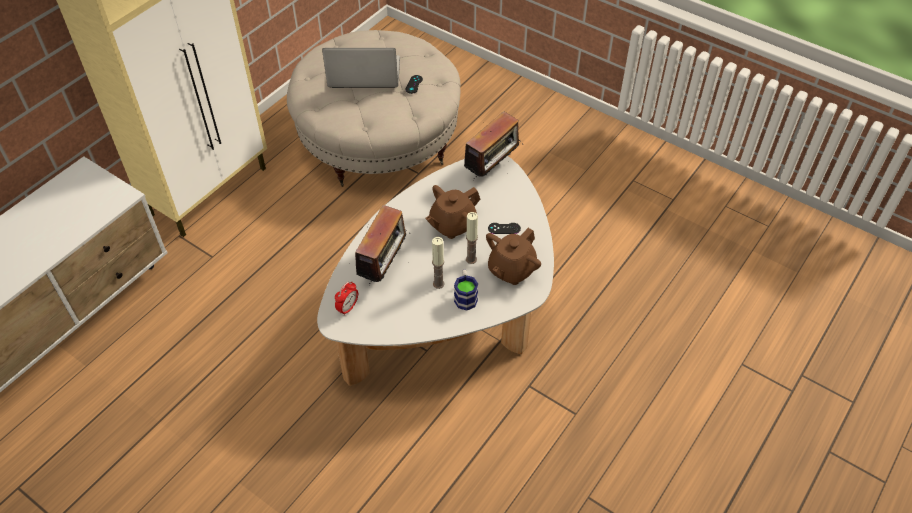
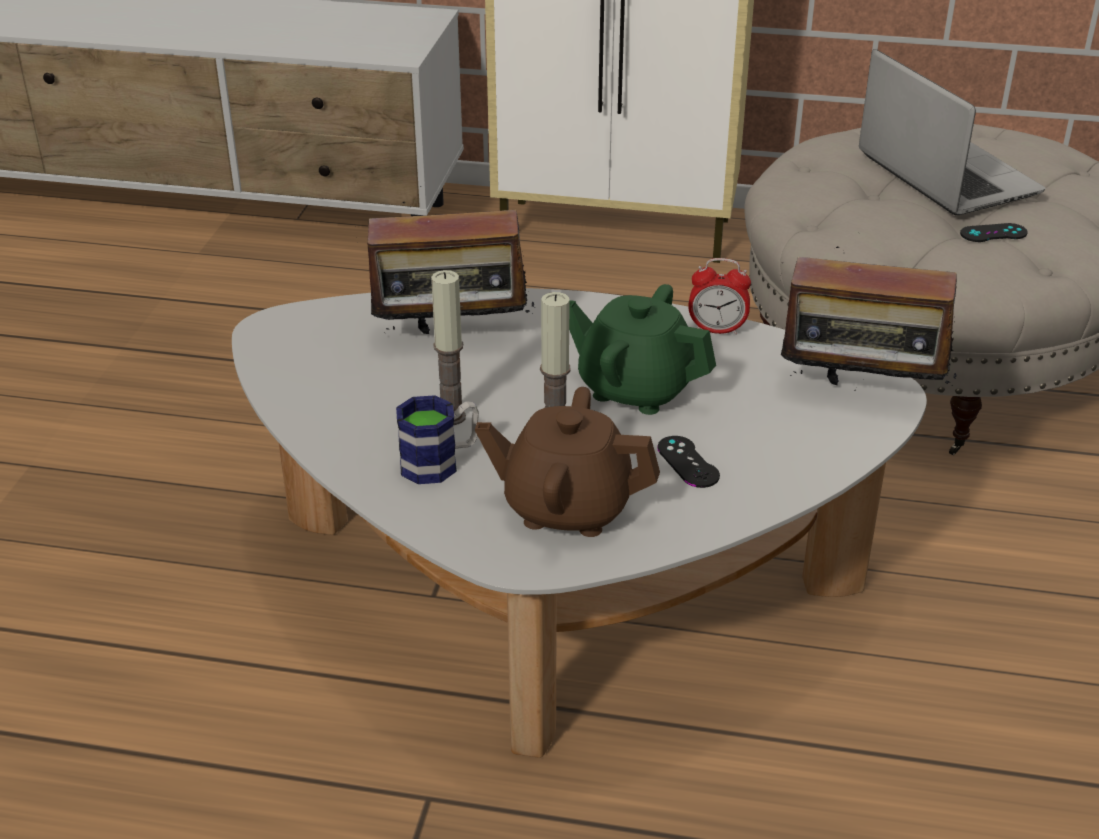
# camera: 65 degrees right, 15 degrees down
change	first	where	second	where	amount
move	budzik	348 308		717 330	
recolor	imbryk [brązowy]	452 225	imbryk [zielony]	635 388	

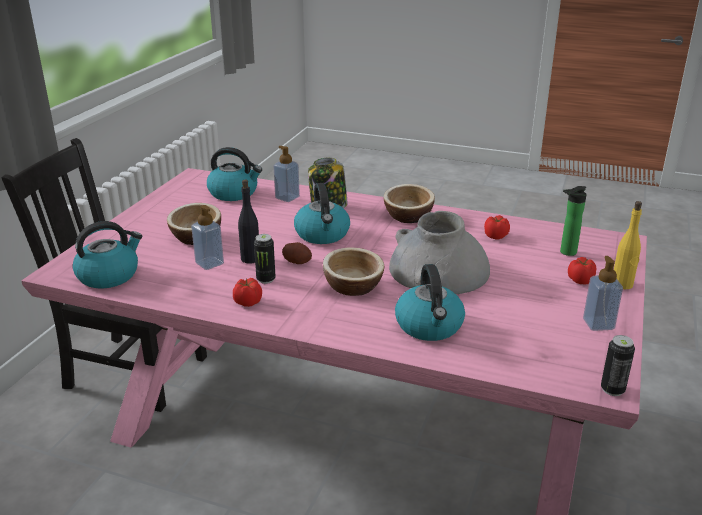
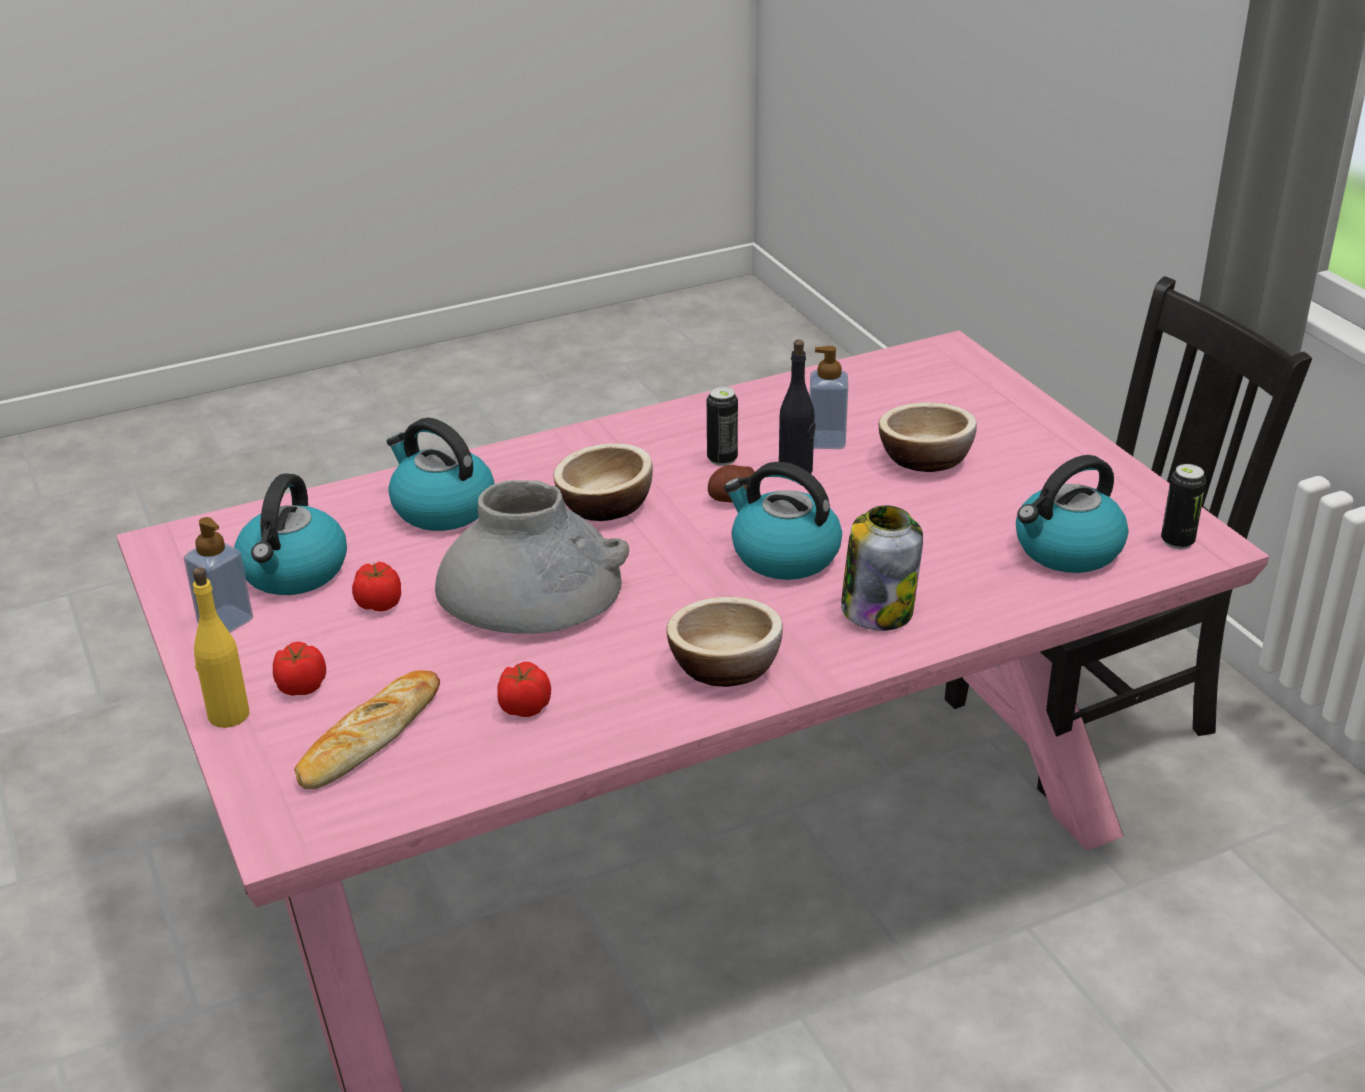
# camera: 135 degrees right, 5 degrees up
change	first	where	second	where	amount
delete	dozownik mydła	287 197			
move	czajnik	109 275		294 572	
move	pomidor	247 302		380 603	
move	puszka	612 389		1177 541	
replace	butelka	566 252	chleb	369 737	

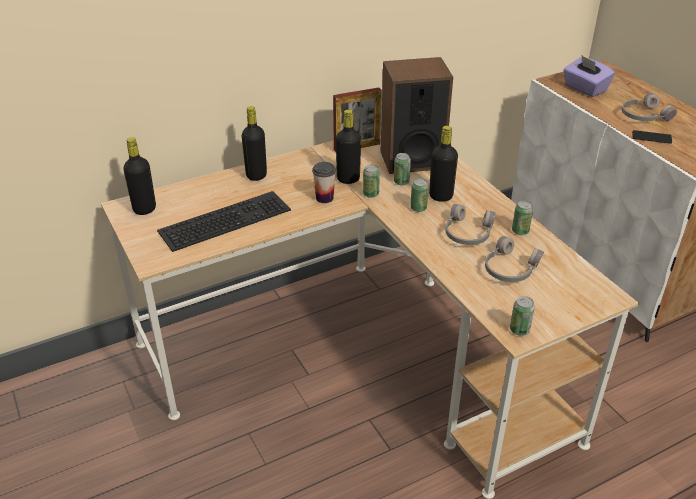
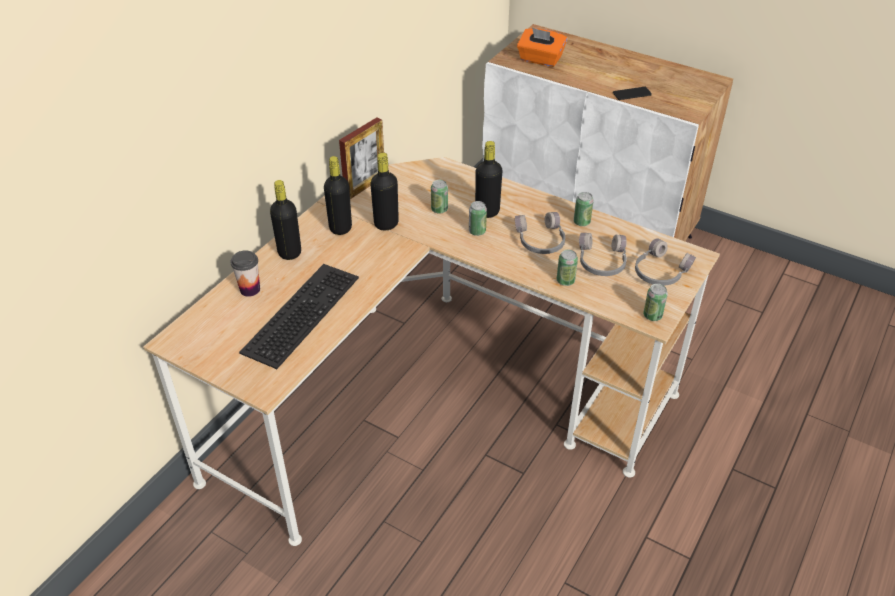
# camera: 30 degrees left, 5 degrees up
change	first	where	second	where	amount
delete	głośnik	411 159			
move	butelka [czarny]	144 209		340 228	
move	filiżanka	324 198		250 289	
move	puszka	370 194		565 281	
move	słuchawki [szary]	643 116		659 271	
recolor	pudełko chusteczek [fioletowy]	584 89	pudełko chusteczek [pomarańczowy]	540 60	

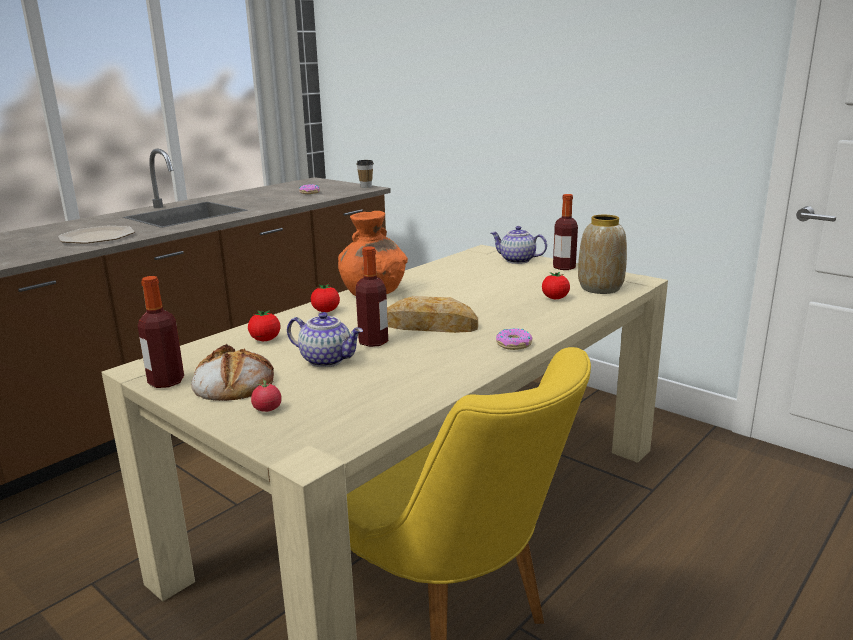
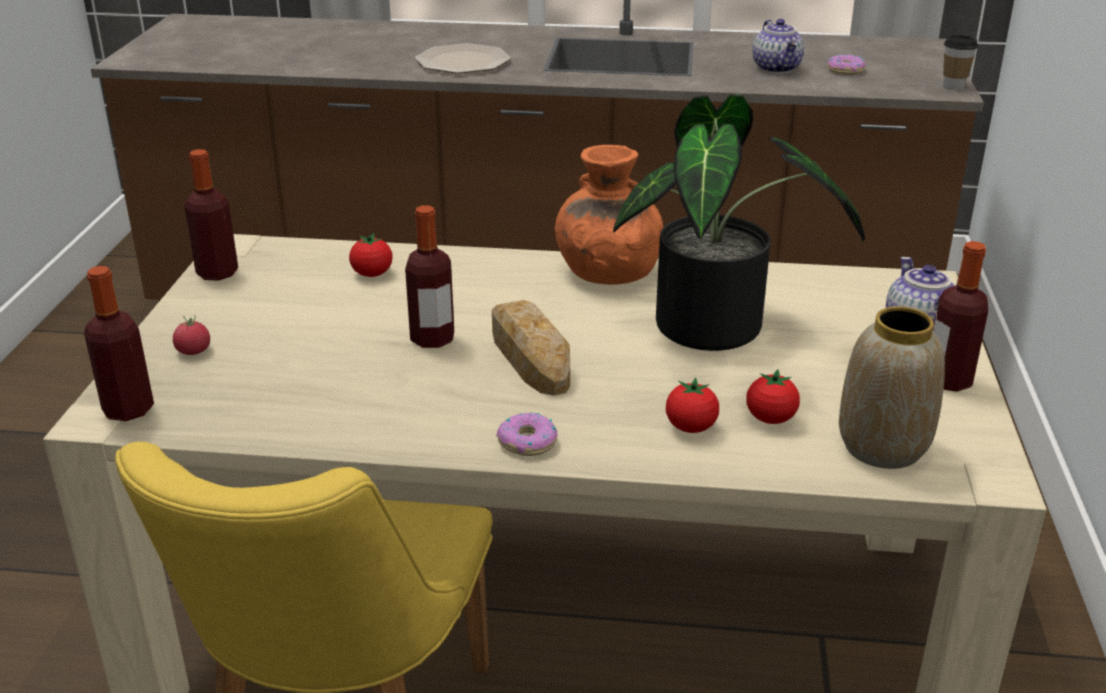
# camera: 55 degrees right, 10 degrees up
change	first	where	second	where	amount
delete	chleb	233 383			
insert			butelka	128 409	
insert			roślina doniczkowa	720 330	
move	imbryk	327 360		777 68	
move	pomidor	326 311		691 427	

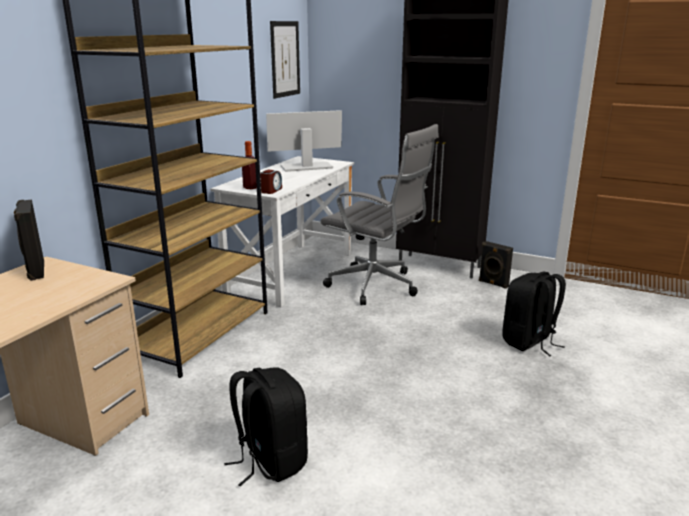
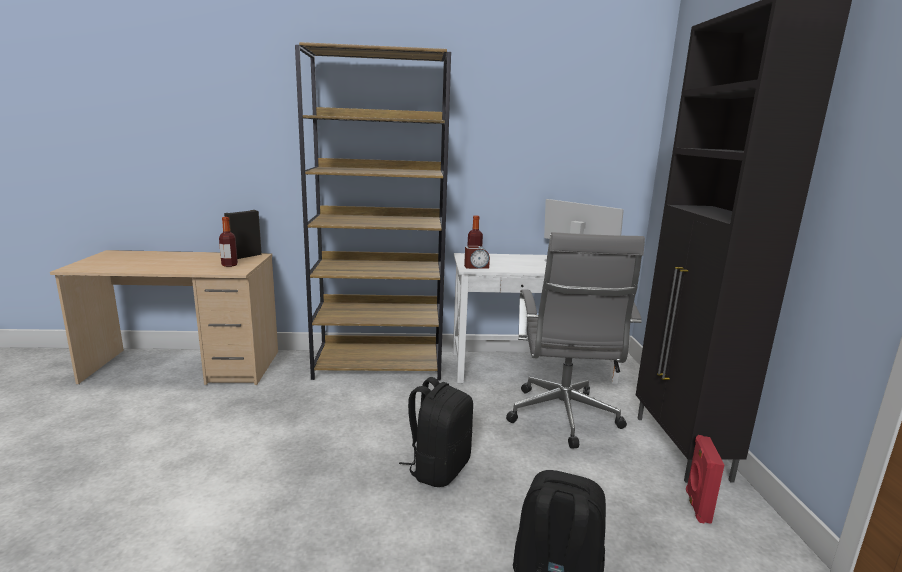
# camera: 60 degrees right, 5 degrees down
change	first	where	second	where	amount
delete	obraz	285 59			
insert			butelka	229 265	
move	plecak [czarny]	270 461		438 468	
recolor	głośnik [czarny]	493 284	głośnik [czerwony]	696 506	

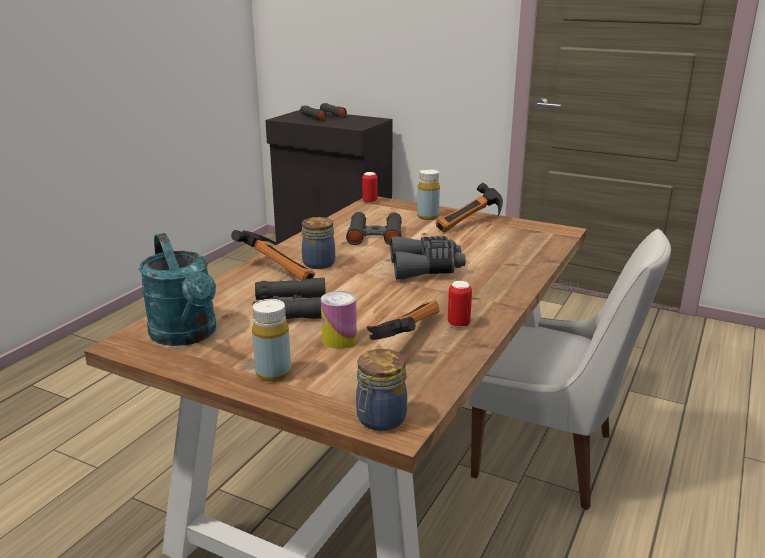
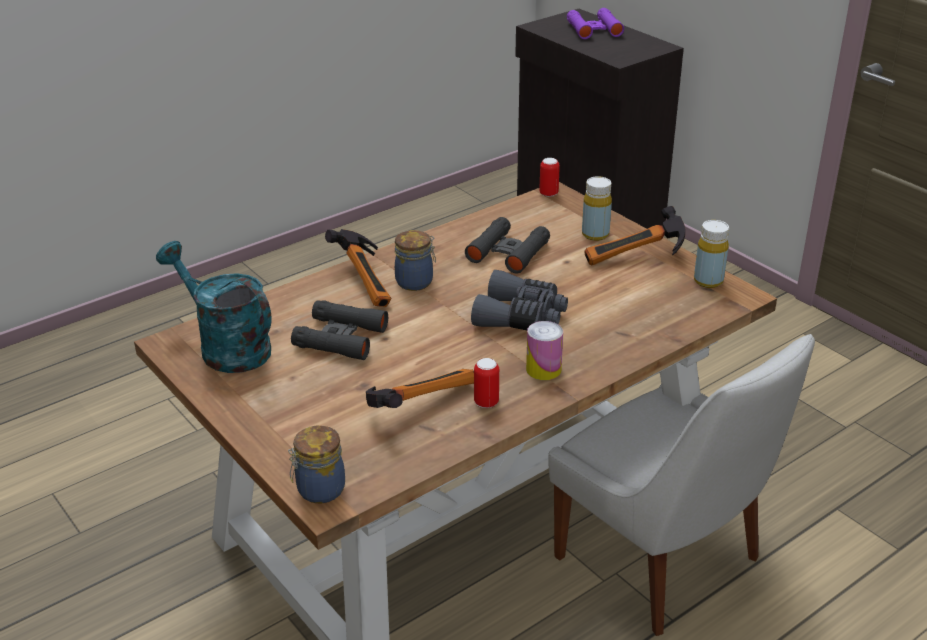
# camera: 25 degrees right, 10 degrees up
change	first	where	second	where	amount
move	butelka [żółty]	273 373		708 281	
move	puszka	339 340		543 369	
recolor	lornetka [czarny]	323 116	lornetka [fioletowy]	594 29	
rotate	konewka [turkusowy]	187 335		226 347	135 degrees clockwise

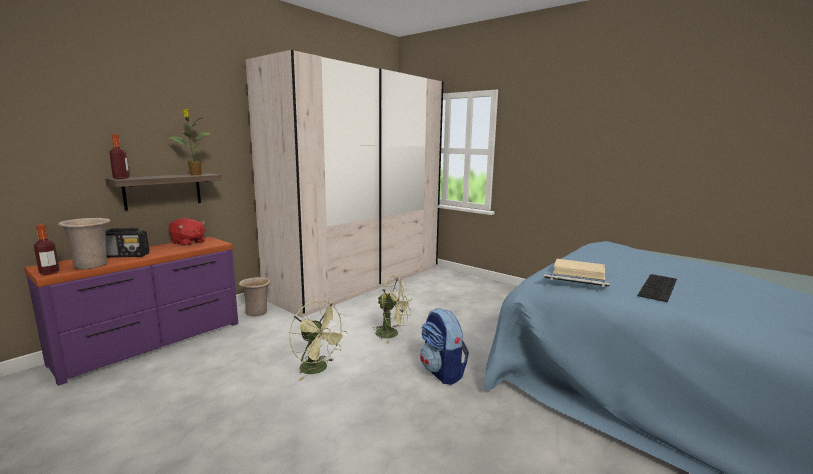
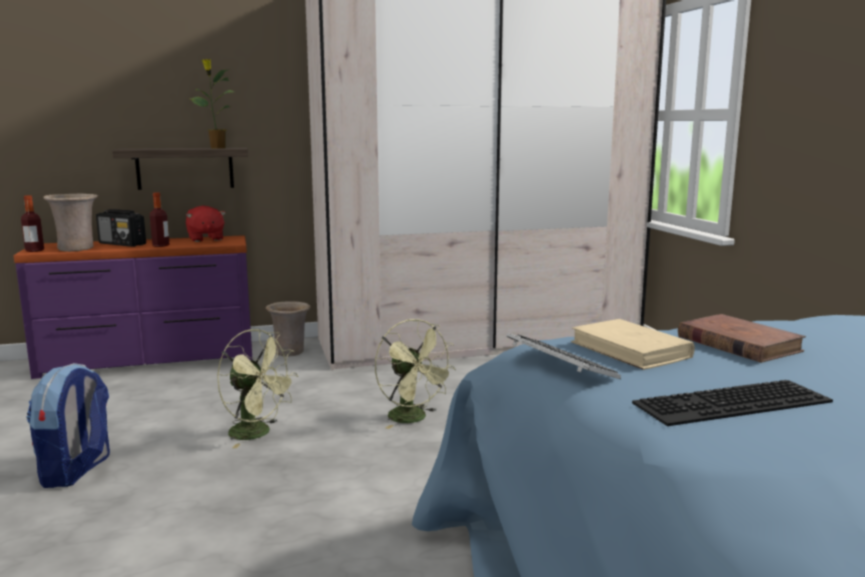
# camera: 35 degrees right, 0 degrees up
change	first	where	second	where	amount
insert			książka [brązowy]	738 344	
move	butelka	121 178		161 245	
move	plecak	442 372		76 471	
rotate	wentylator [zielony]	318 369		258 434	45 degrees counterclockwise

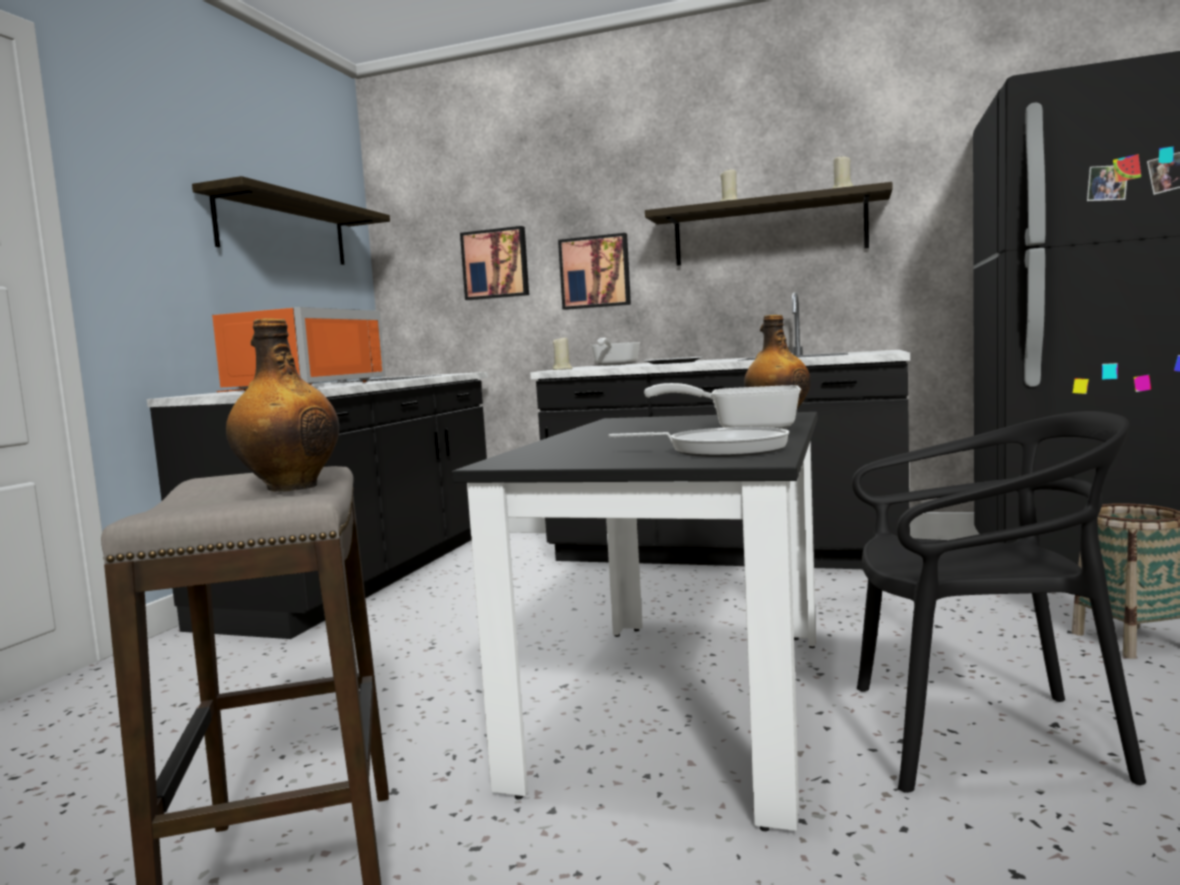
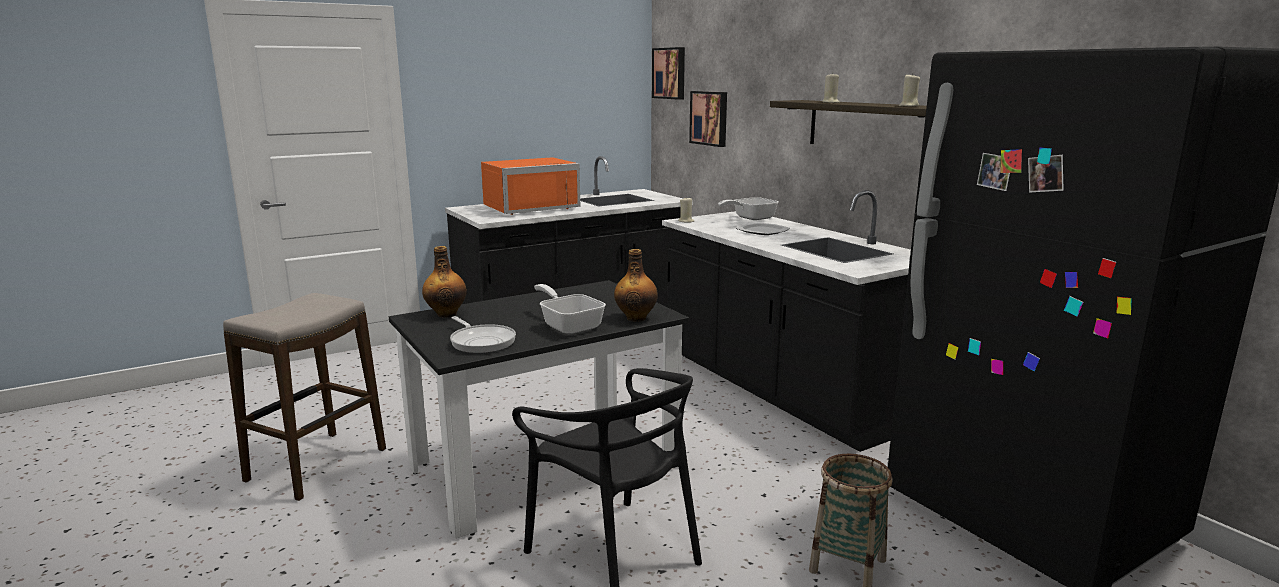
# camera: 40 degrees right, 10 degrees up
change	first	where	second	where	amount
delete	półka	283 230			
move	butelka	290 487		446 314	
move	obraz	595 272		670 73	

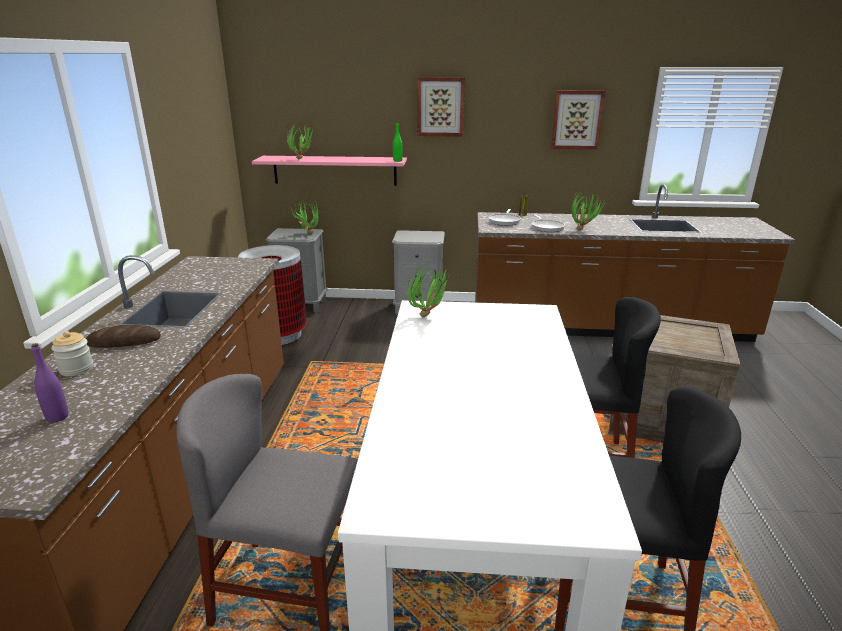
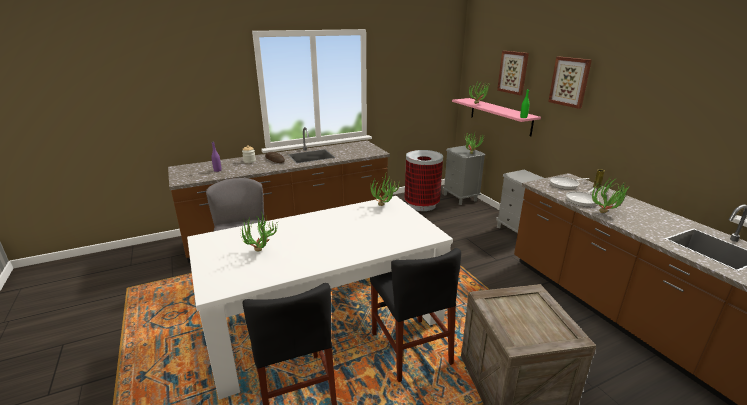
# camera: 60 degrees right, 0 degrees up
change	first	where	second	where	amount
insert			roślina doniczkowa	261 253	
move	obraz	576 119		513 72	

